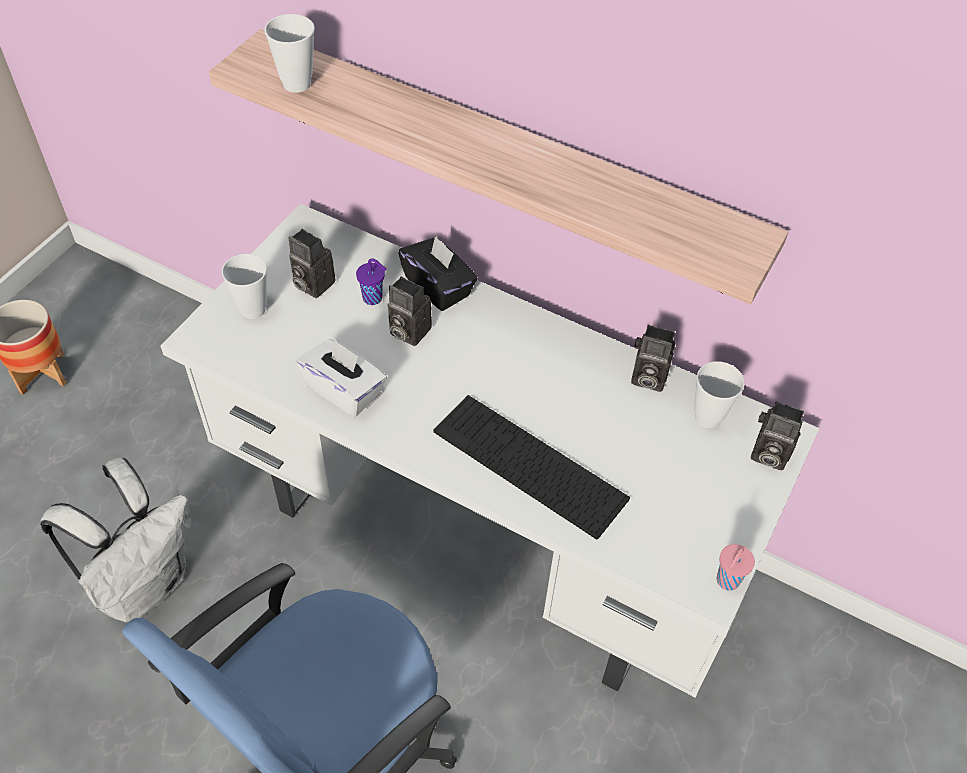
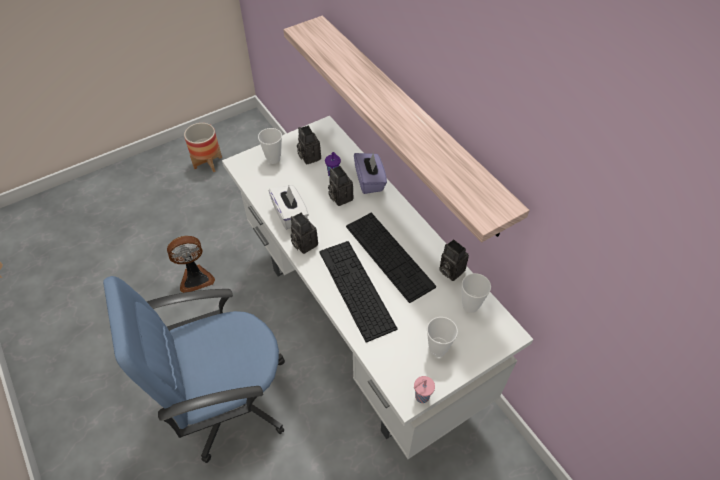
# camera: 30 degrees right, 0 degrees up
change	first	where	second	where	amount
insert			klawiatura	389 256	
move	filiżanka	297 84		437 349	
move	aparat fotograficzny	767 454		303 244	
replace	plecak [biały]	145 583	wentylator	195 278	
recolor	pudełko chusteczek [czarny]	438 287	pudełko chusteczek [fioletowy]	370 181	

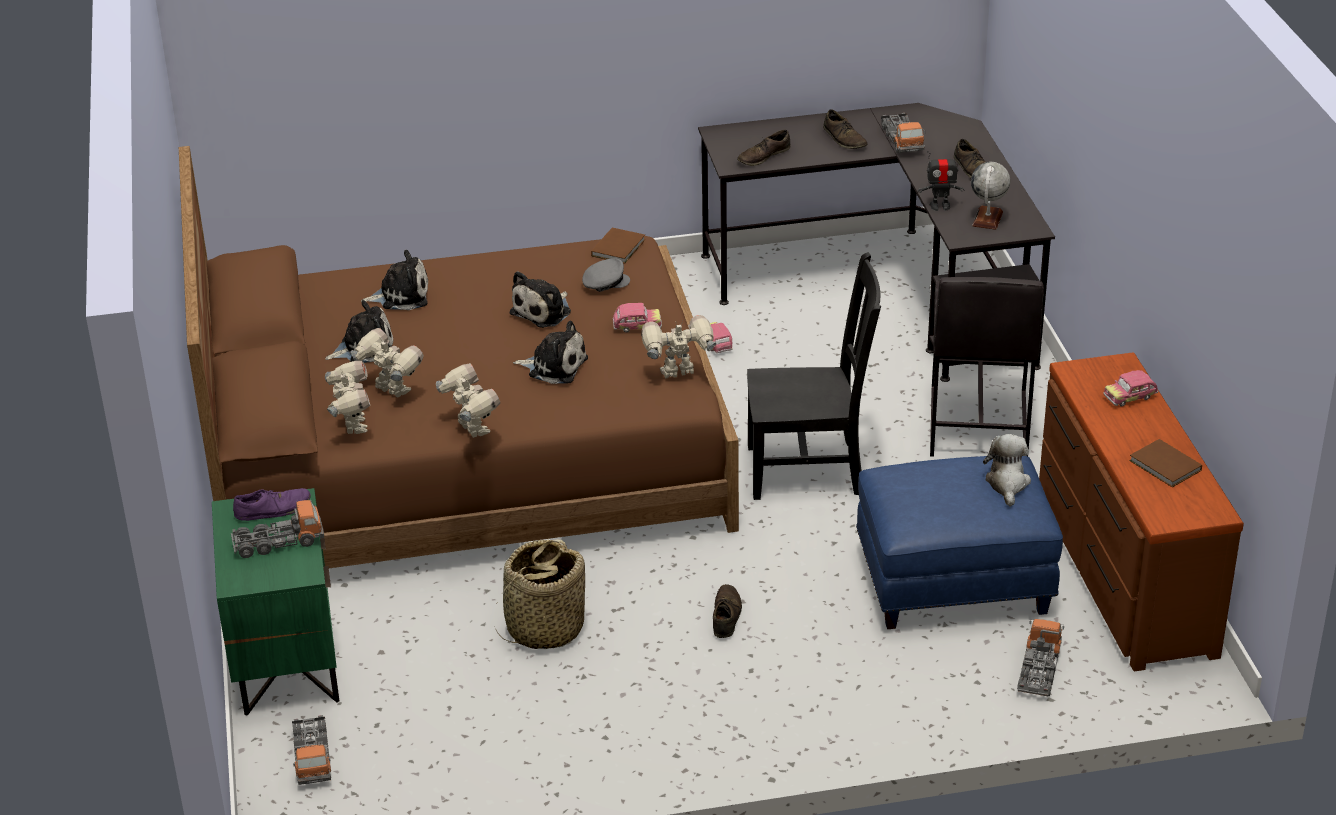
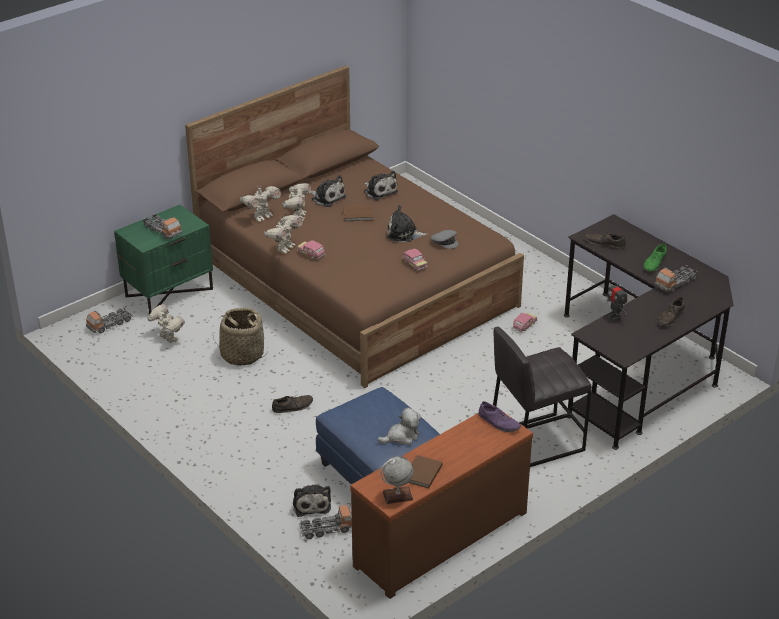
# camera: 60 degrees right, 0 degrees up
change	first	where	second	where	amount
delete	krzesło [czarny]	810 470			
move	but [fioletowy]	273 509		499 422	
move	pluszak	554 366		311 504	
move	książka [brązowy]	619 247		359 215	
move	robot zabawkowy	678 374		168 339	
move	globus	987 219		397 496	
move	samochodzik	1130 397		311 254	
recolor	but [brązowy]	844 139	but [zielony]	654 263	

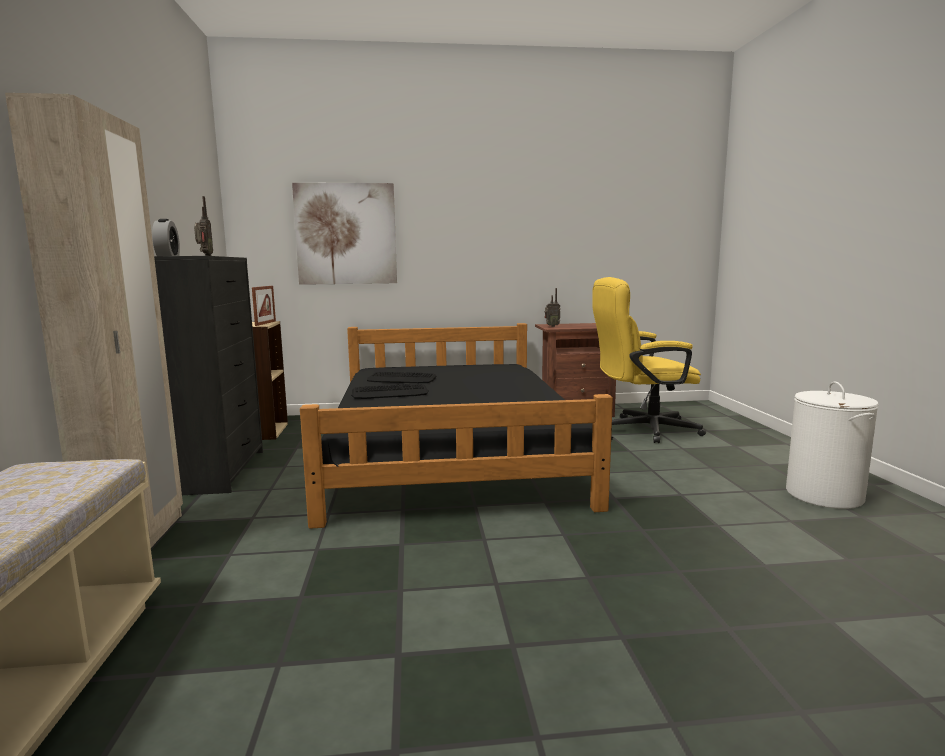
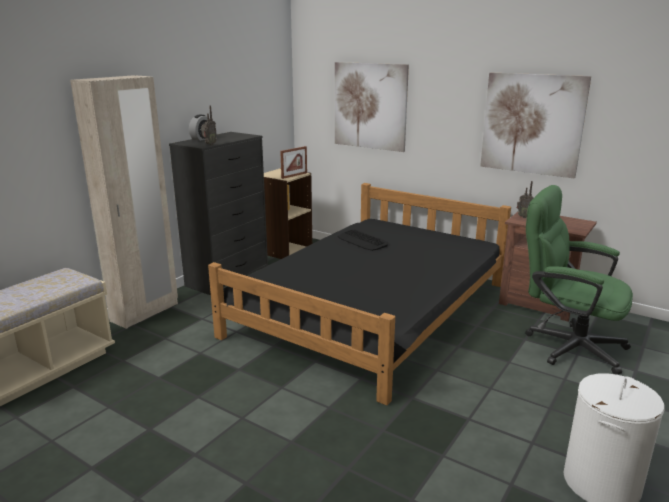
# camera: 40 degrees right, 10 degrees up
change	first	where	second	where	amount
delete	klawiatura	390 393			
insert			obraz	532 124	
recolor	krzesło biurowe [żółty]	642 430	krzesło biurowe [zielony]	566 345	

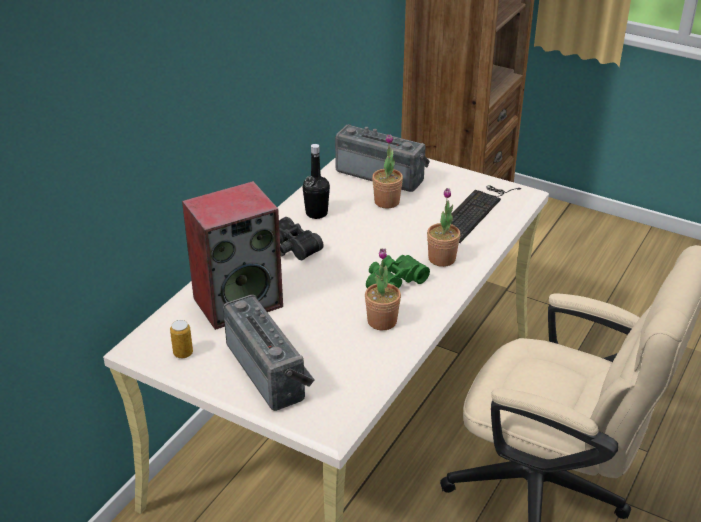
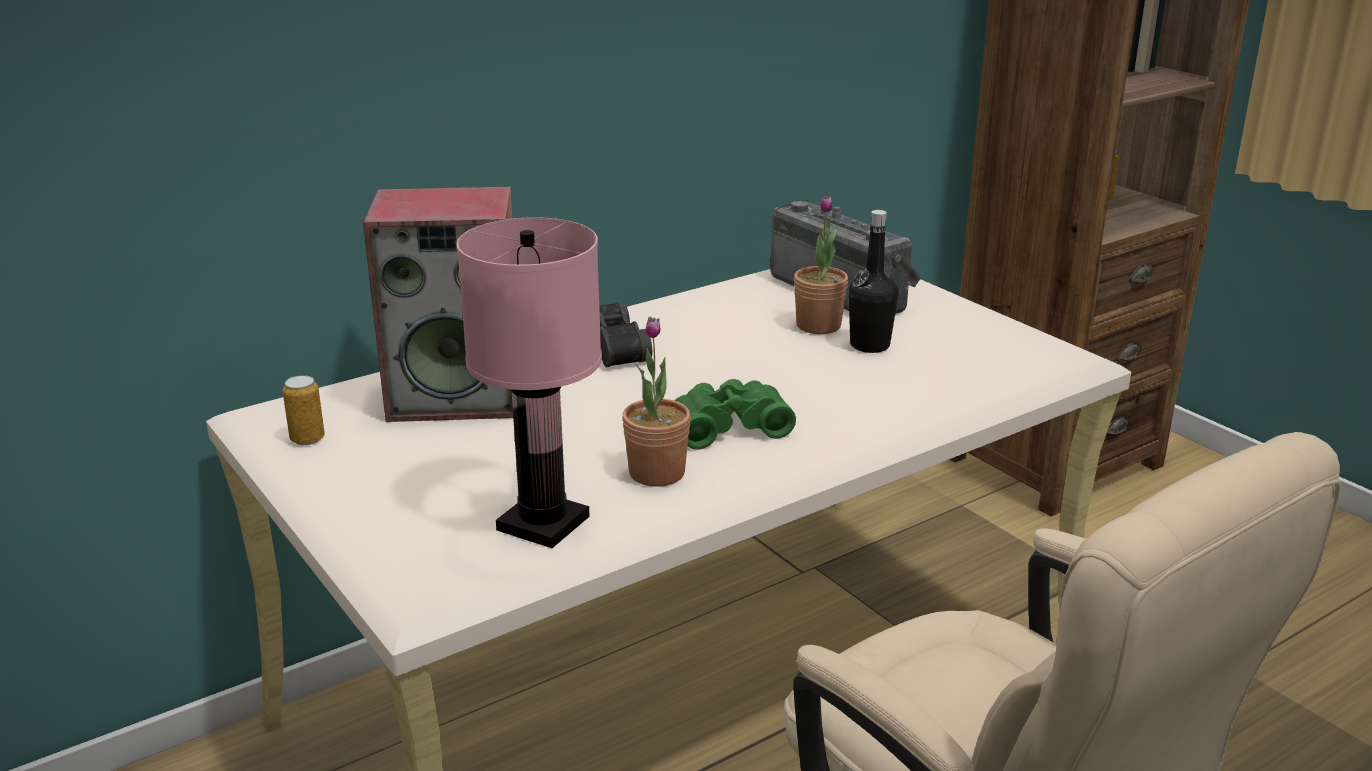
# camera: 25 degrees right, 10 degrees down
change	first	where	second	where	amount
delete	radio	270 370			
delete	roślina doniczkowa	442 259			
delete	klawiatura	474 211			
insert			lampa stołowa [różowy]	541 523	
move	butelka [czarny]	316 213		869 345	

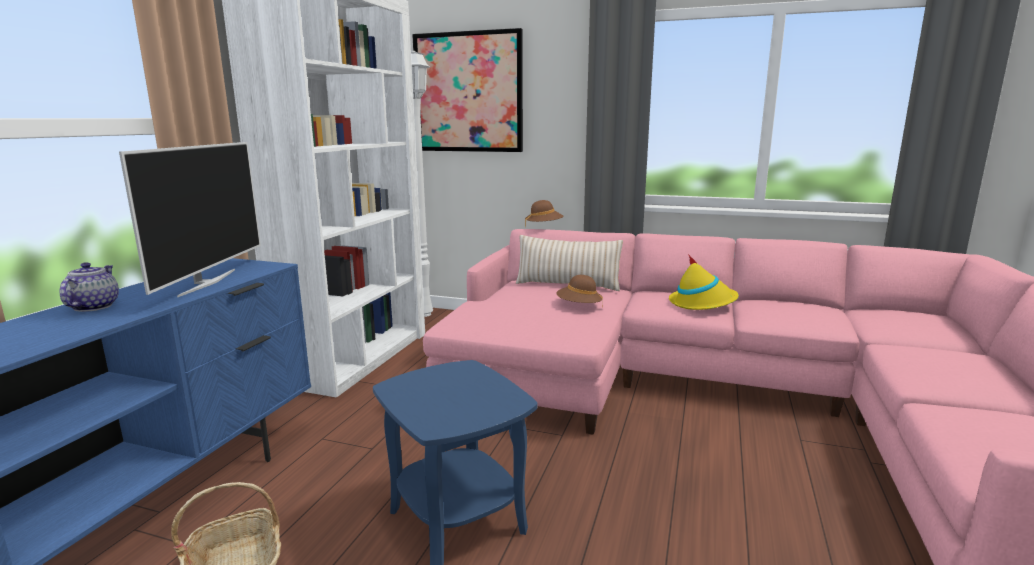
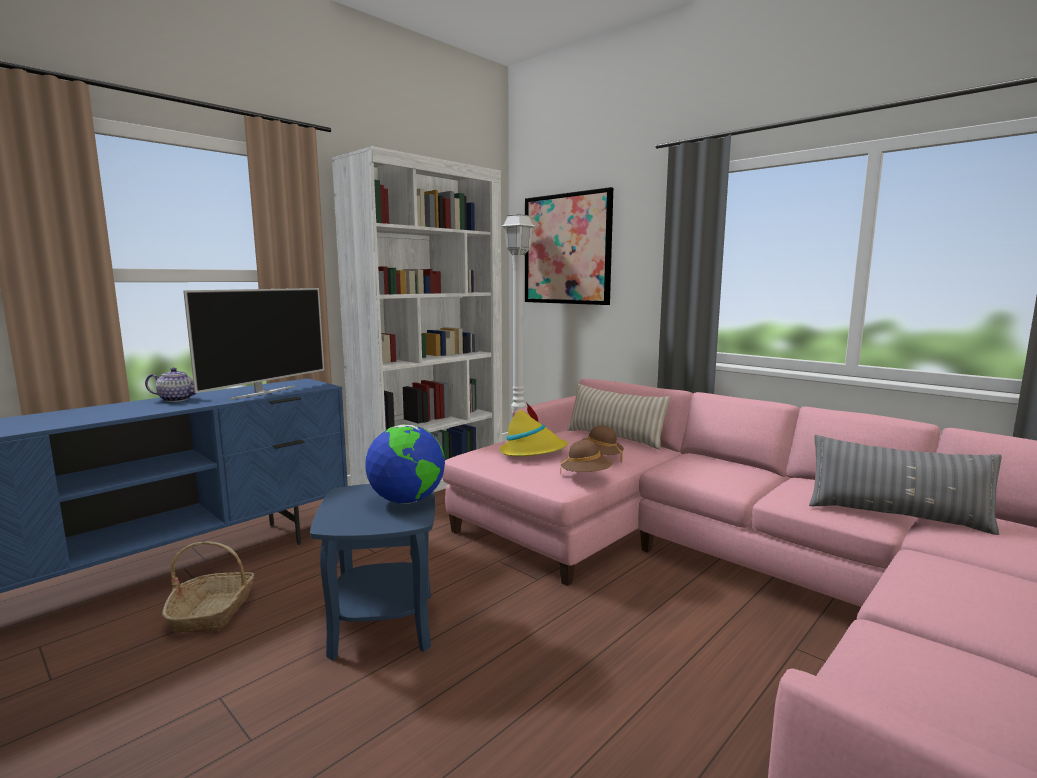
# camera: 25 degrees right, 5 degrees down
change	first	where	second	where	amount
insert			globus	407 501	
insert			poduszka [szary]	896 515	
move	kapelusz [brązowy]	544 227		586 476	
move	kapelusz [żółty]	702 303		533 452	
rotate	imbryk	94 306		178 399	60 degrees clockwise

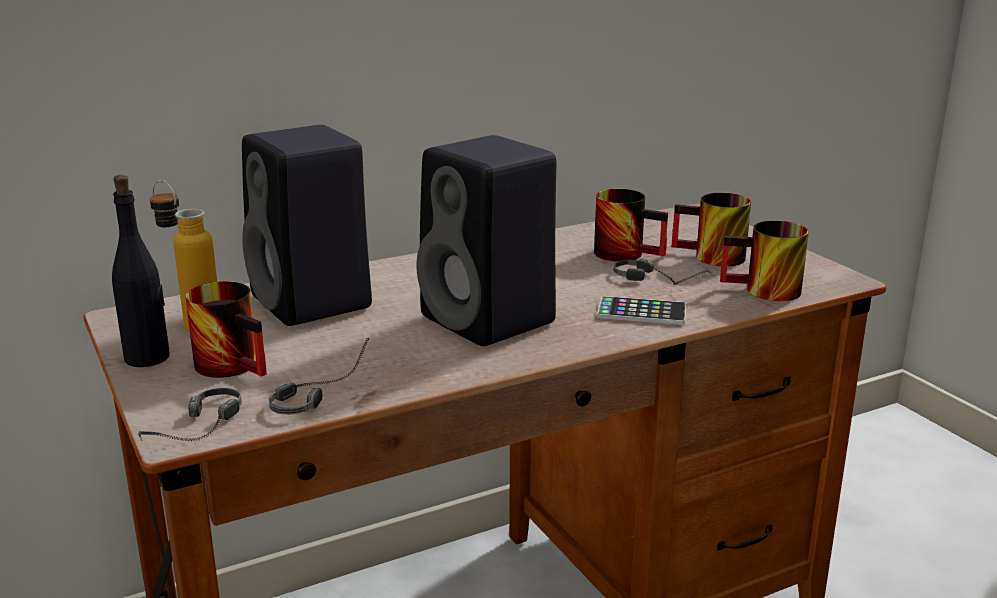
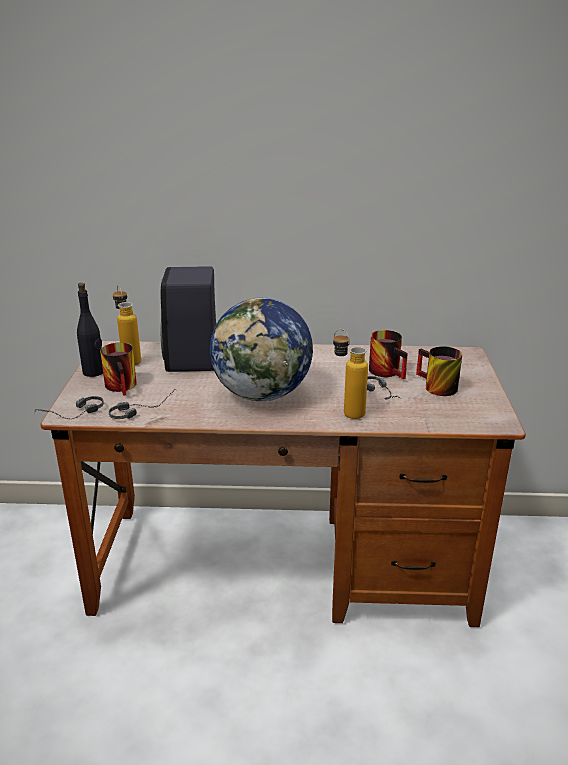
# camera: 30 degrees right, 5 degrees up
change	first	where	second	where	amount
delete	kubek	763 292			
replace	głośnik [czarny]	491 321	globus	262 394	
replace	telefon	642 312	butelka	347 411	

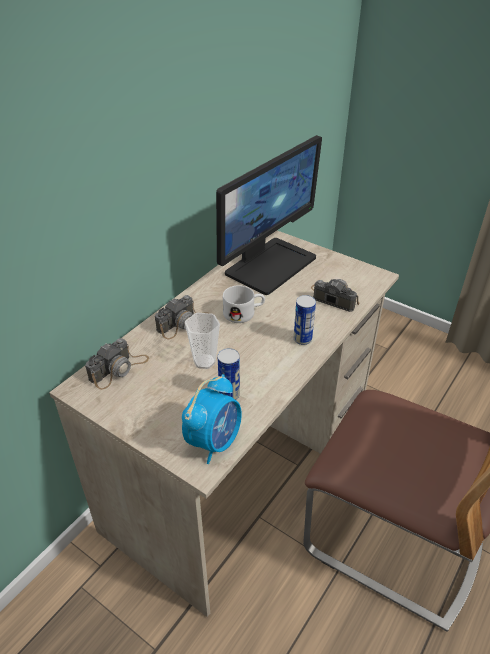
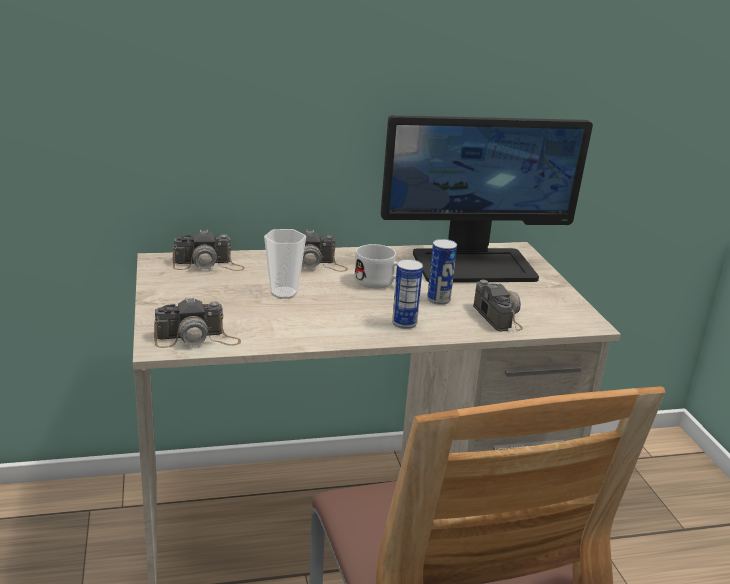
# camera: 40 degrees right, 15 degrees down
change	first	where	second	where	amount
move	puszka	229 394		438 300	
replace	budzik	214 441	aparat fotograficzny	197 339	

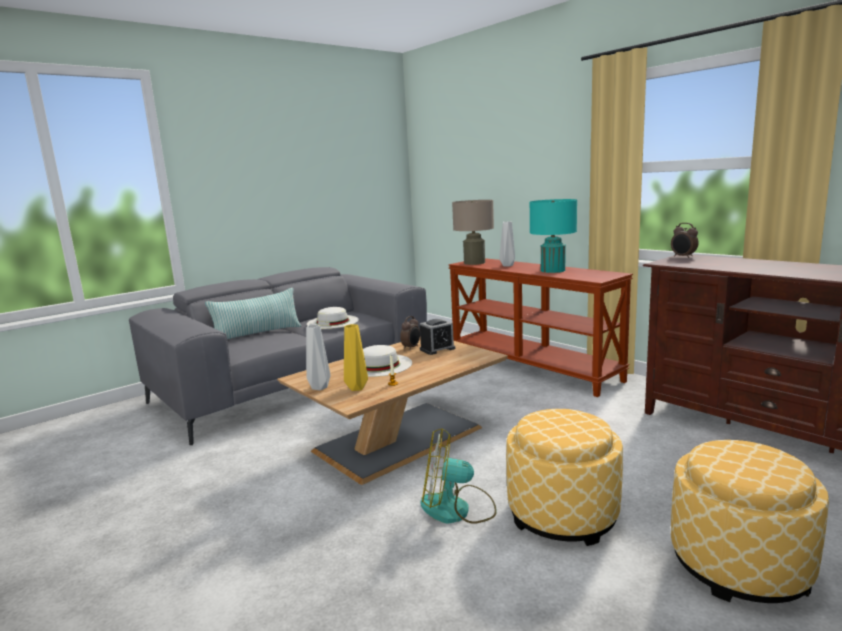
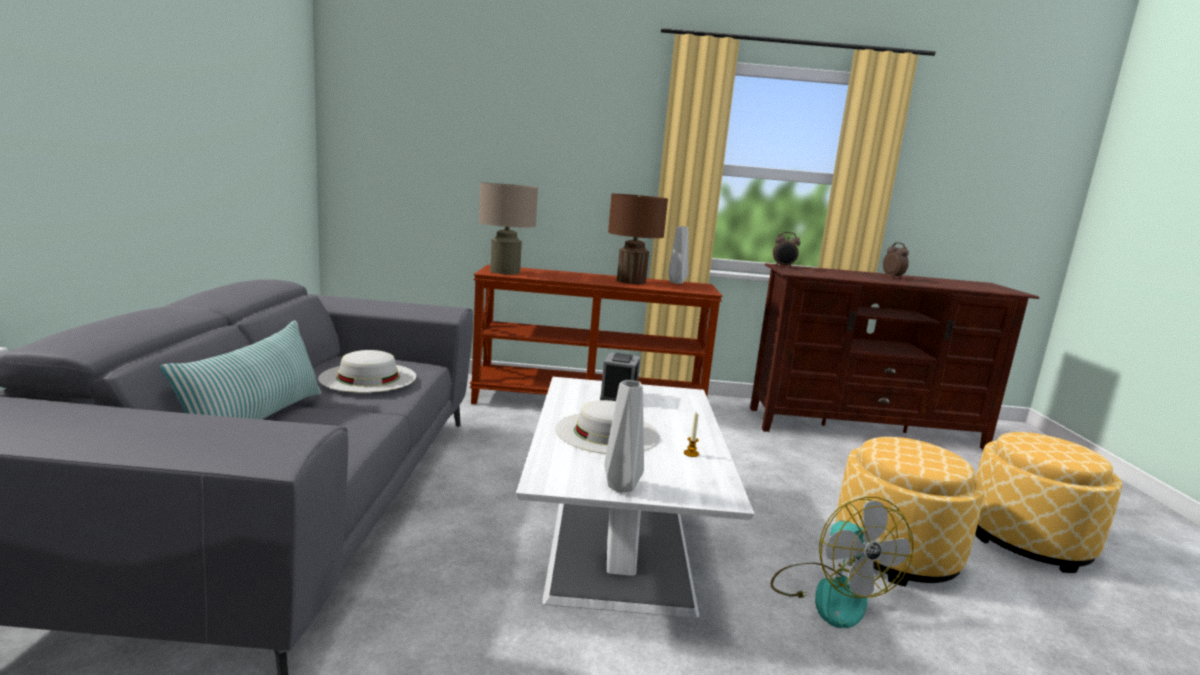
# camera: 50 degrees left, 0 degrees up
change	first	where	second	where	amount
delete	wazon [żółty]	356 388			
move	budzik	411 347		893 277	
move	wazon [szary]	508 265		677 282	
recolor	ława [brązowy]	401 437	ława [biały]	619 533	
recolor	lampa stołowa [turkusowy]	552 270	lampa stołowa [brązowy]	631 281	
rotate	wentylator	457 509		830 593	60 degrees counterclockwise

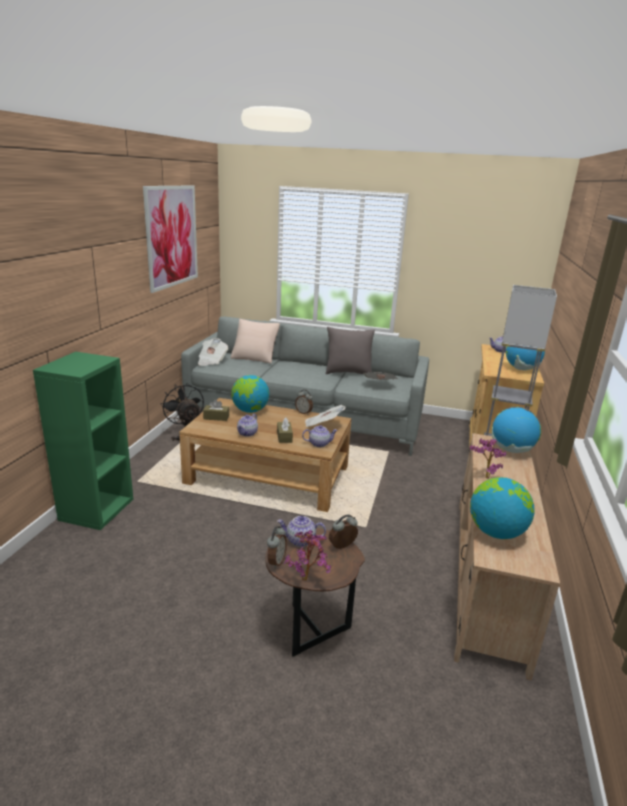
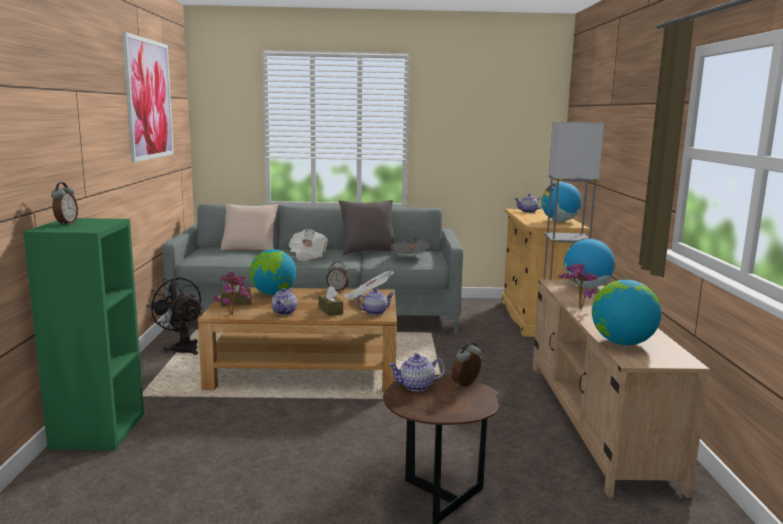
# camera: 15 degrees left, 10 degrees down
change	first	where	second	where	amount
move	gazeta	211 361		307 256	
move	budzik	276 561		65 223	
move	roślina doniczkowa	307 578		233 314	

